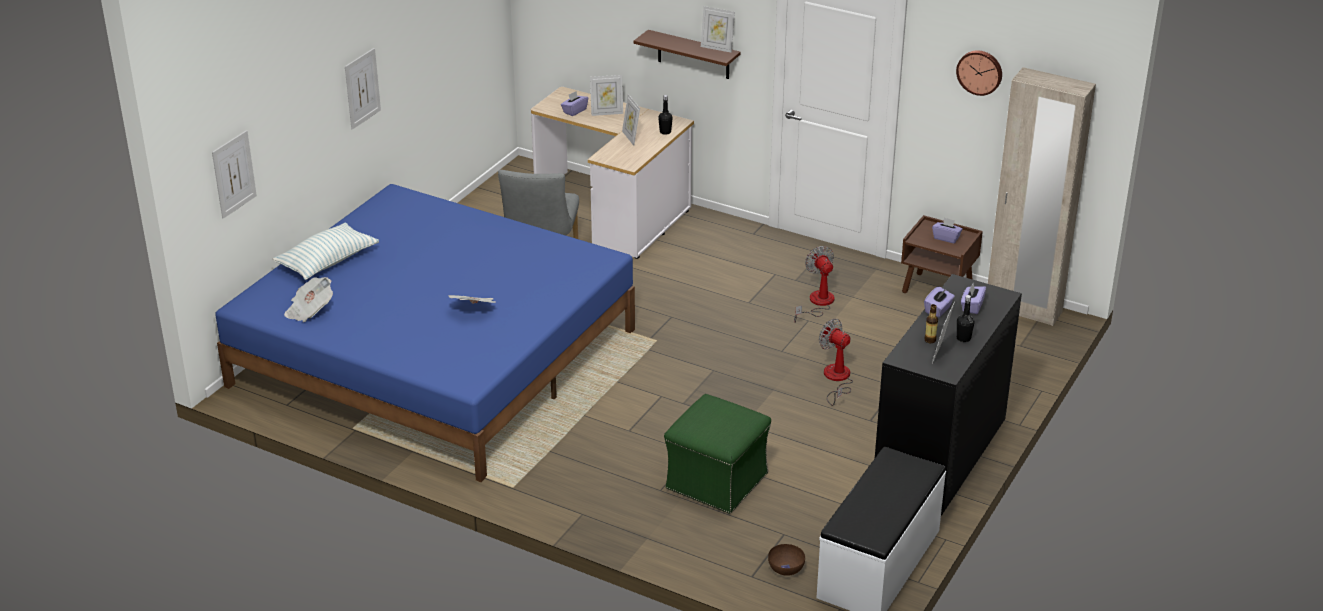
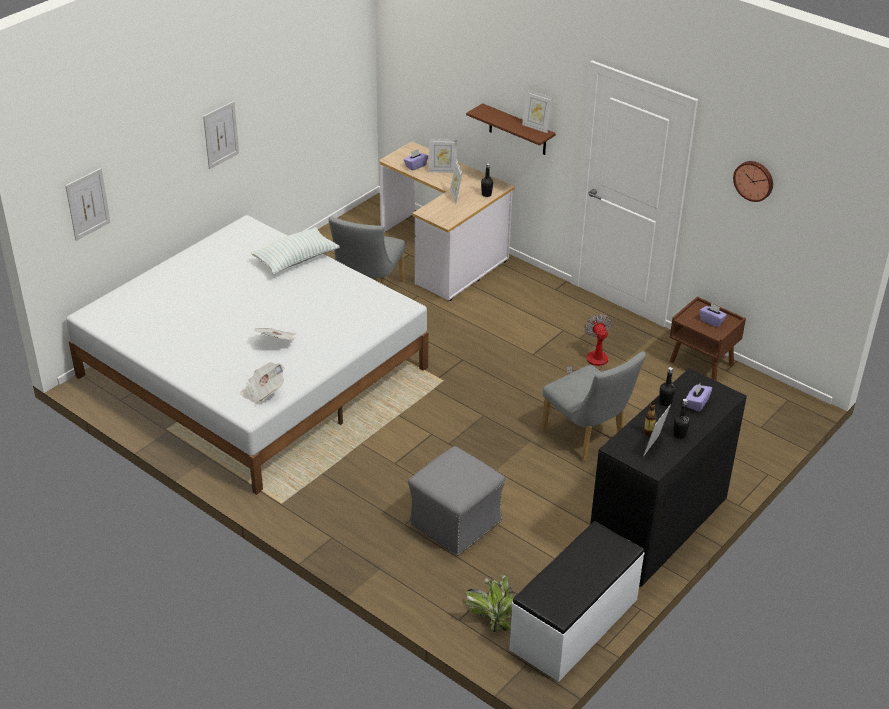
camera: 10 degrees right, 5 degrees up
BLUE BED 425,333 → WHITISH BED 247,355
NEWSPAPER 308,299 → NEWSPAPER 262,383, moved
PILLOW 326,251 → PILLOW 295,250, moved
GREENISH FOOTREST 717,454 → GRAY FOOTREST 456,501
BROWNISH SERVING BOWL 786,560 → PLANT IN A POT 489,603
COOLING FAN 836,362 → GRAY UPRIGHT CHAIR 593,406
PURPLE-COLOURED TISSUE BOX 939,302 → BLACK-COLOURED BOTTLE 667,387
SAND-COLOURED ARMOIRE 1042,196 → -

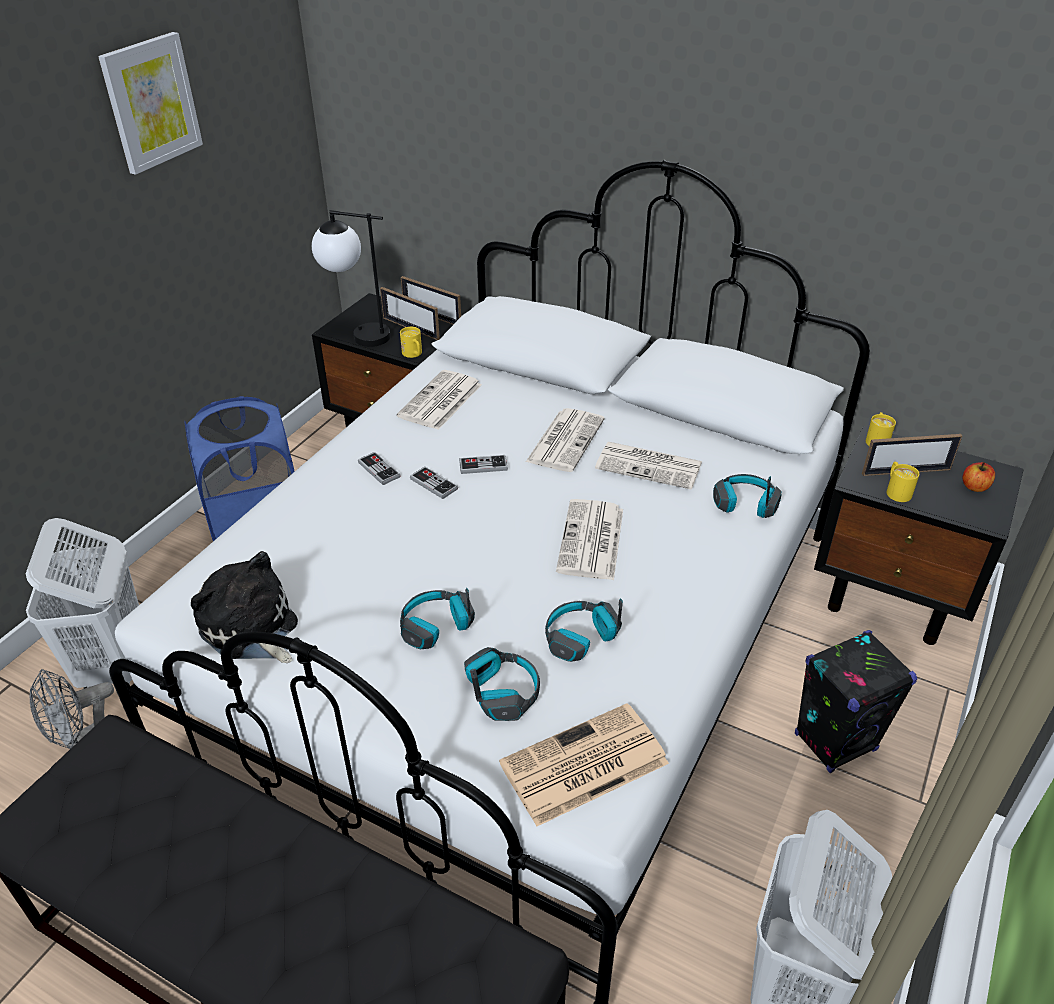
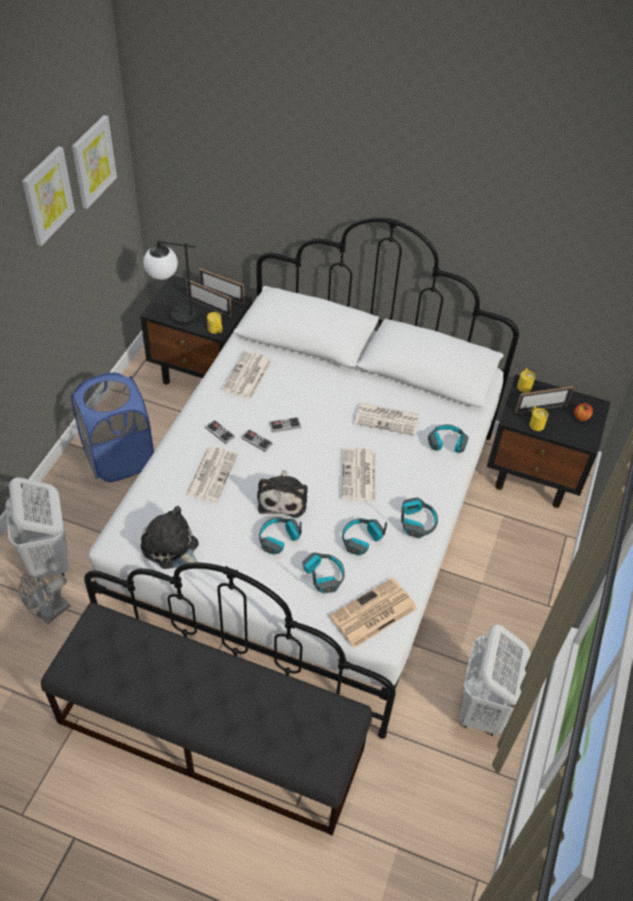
camera: 10 degrees left, 10 degrees up
- → PICTURE 94,162
NEWSPAPER 565,440 → NEWSPAPER 212,474, moved
- → SOFT TOY 282,494
- → PAIR OF HEADPHONES 419,518
BLACK-COLOURED SPEAKER 856,701 → -

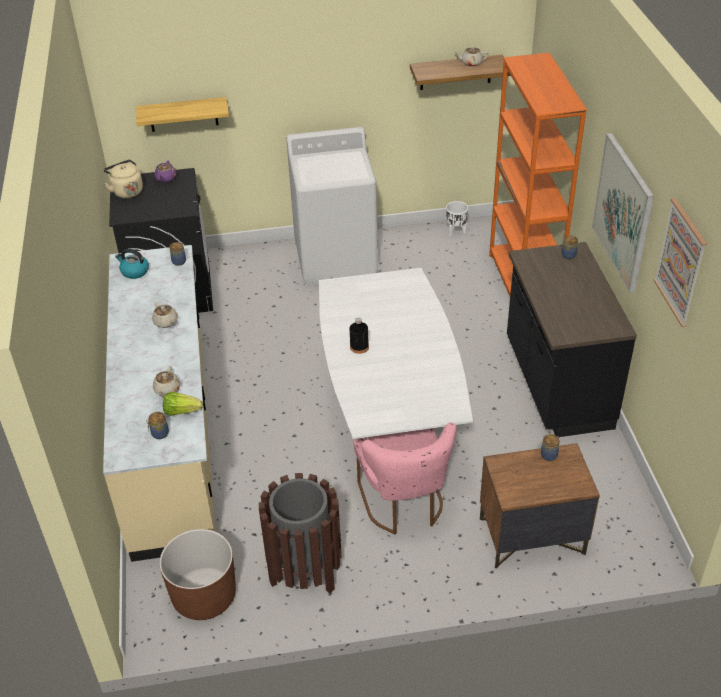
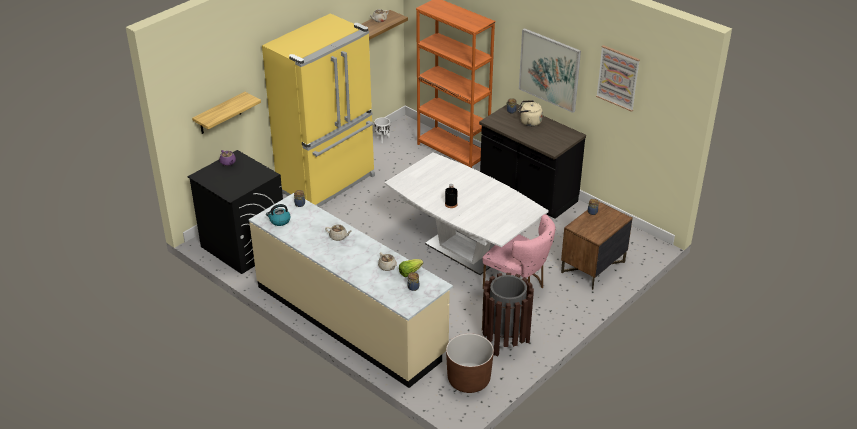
camera: 40 degrees left, 5 degrees down
WHITISH LAUNDRY MACHINE 332,206 → YELLOW-COLOURED FRIDGE 318,110
SAND-COLOURED KETTLE 123,178 → SAND-COLOURED KETTLE 530,113, moved

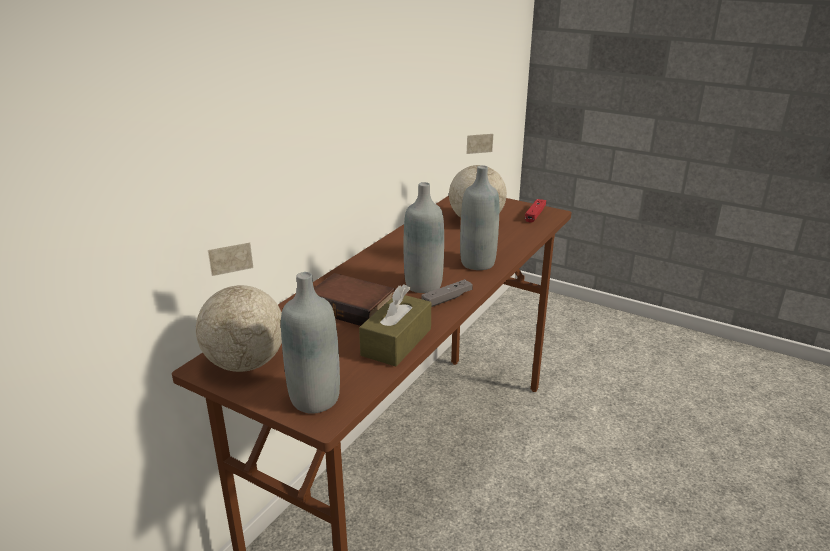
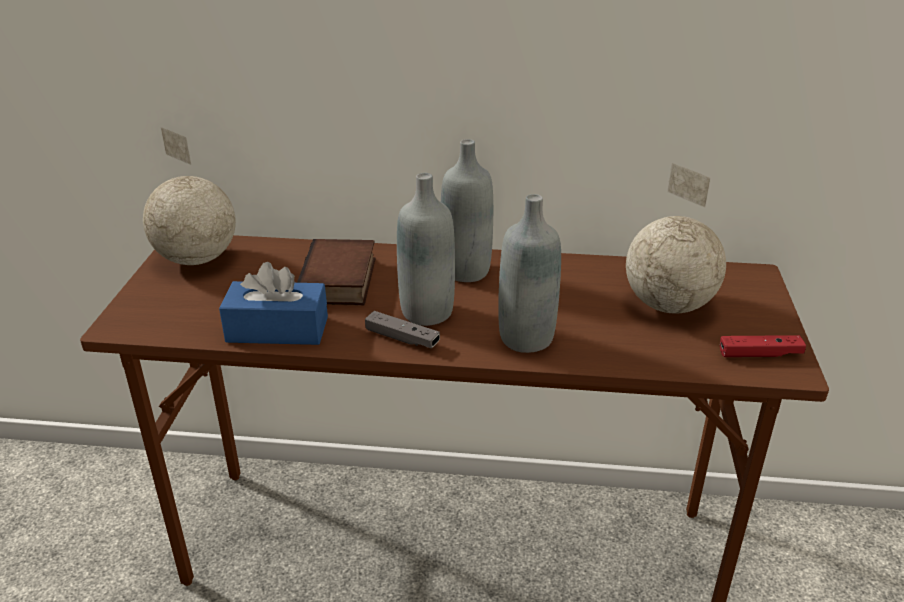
camera: 65 degrees right, 5 degrees up
BROWNISH TISSUE BOX 395,325 → BLUE TISSUE BOX 273,303
GRAY BOTTLE 310,343 → GRAY BOTTLE 467,210, moved

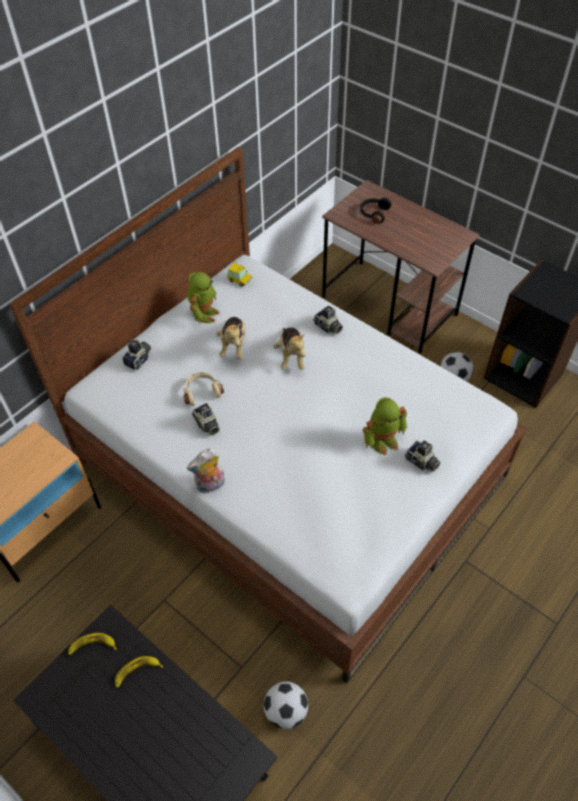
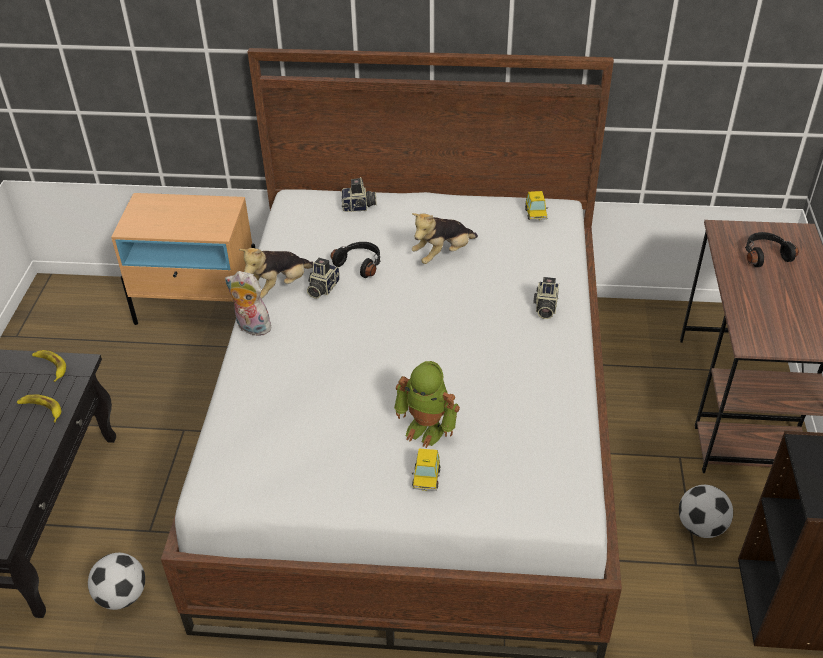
camera: 55 degrees right, 10 degrees down
SOFT TOY 289,348 → SOFT TOY 276,273, moved
SAND-COLOURED PAIR OF HEADPHONES 203,389 → BLACK-COLOURED PAIR OF HEADPHONES 355,260
PHOTO CAMERA 422,456 → MINIATURE CAR 426,469
MODEL ROBOT 203,298 → -

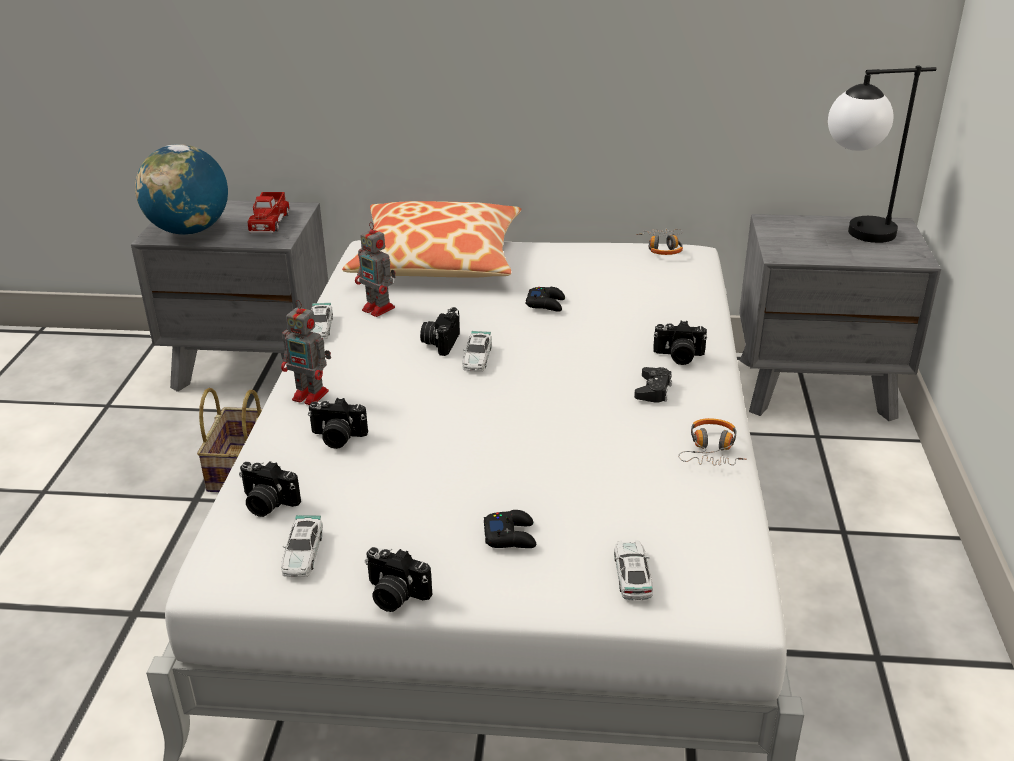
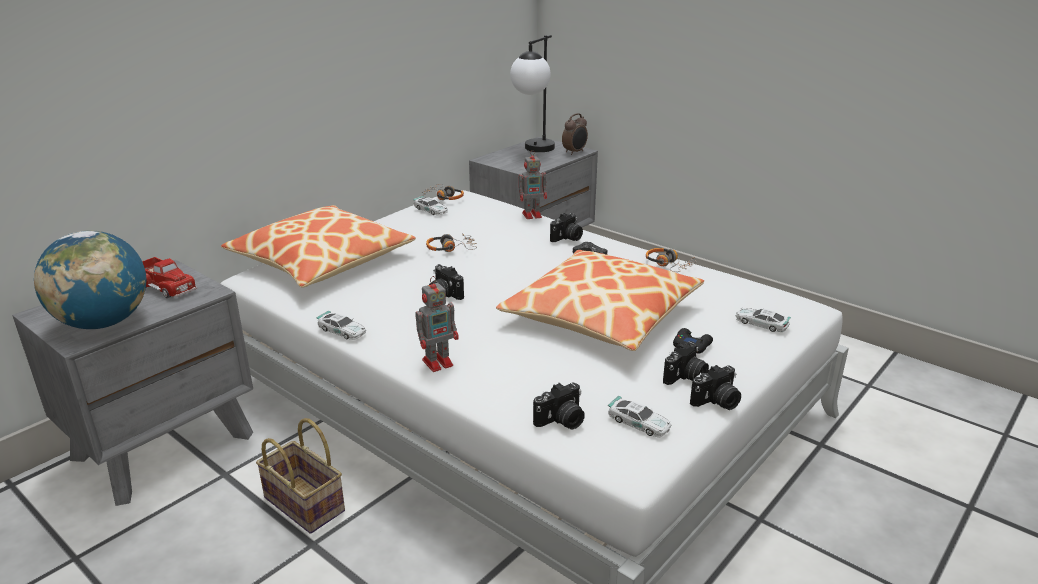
camera: 55 degrees left, 5 degrees down
MINIATURE CAR 477,351 → MINIATURE CAR 430,206, moved
BLACK-COLOURED JOYPAD 545,299 → PAIR OF HEADPHONES 451,242
- → PILLOW 600,300
MODEL ROBOT 375,269 → MODEL ROBOT 533,184, moved
- → BEDSIDE CLOCK 575,134
PHOTO CAMERA 338,423 → PHOTO CAMERA 686,363, moved

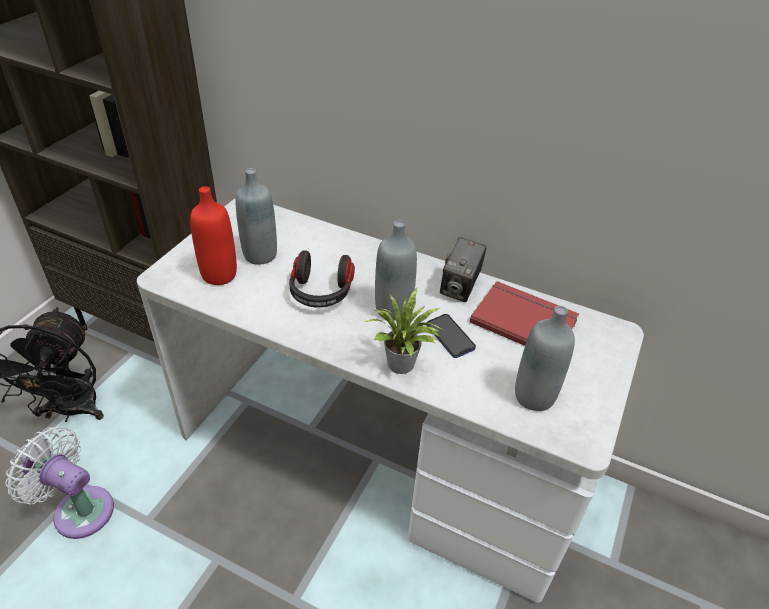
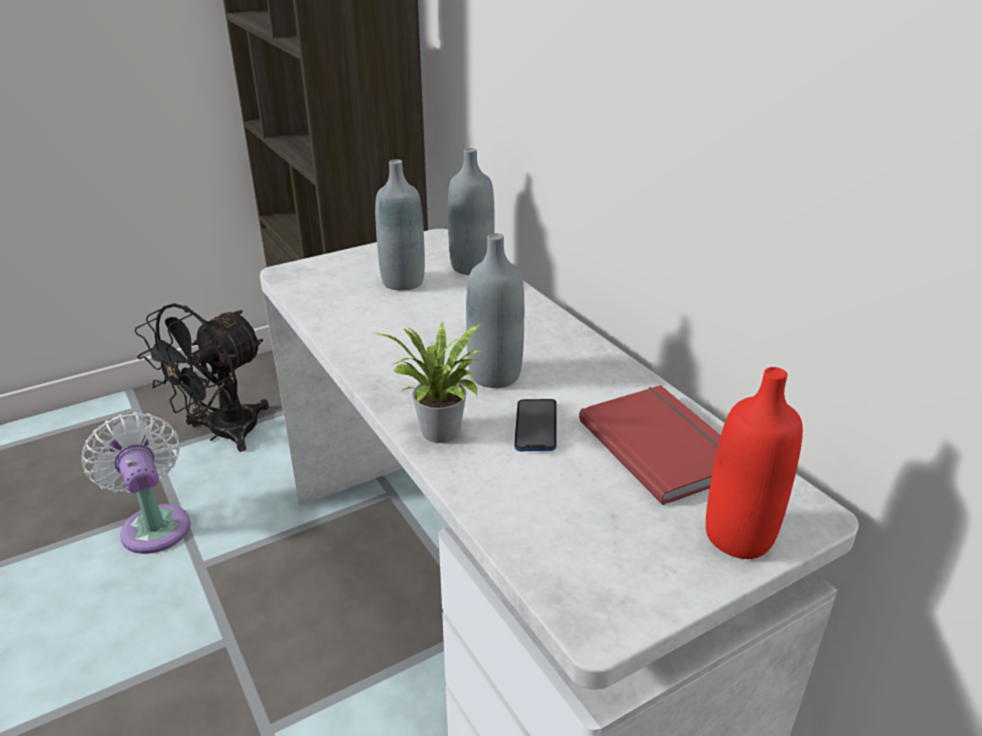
camera: 35 degrees right, 10 degrees down
GRAY BOTTLE 545,358 → GRAY BOTTLE 471,211, moved
RED-COLOURED BOTTLE 213,235 → RED-COLOURED BOTTLE 754,463, moved
PAIR OF HEADPHONES 322,279 → -
PHOTO CAMERA 463,269 → -

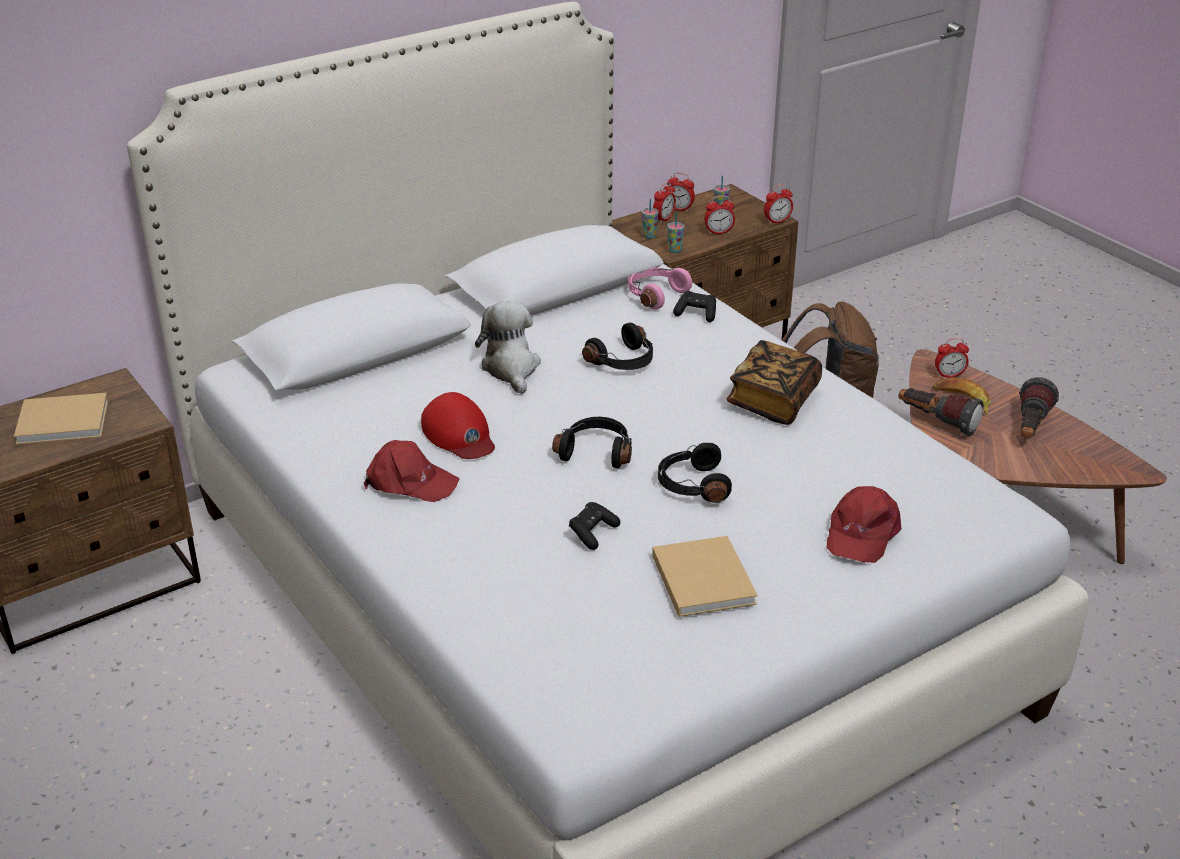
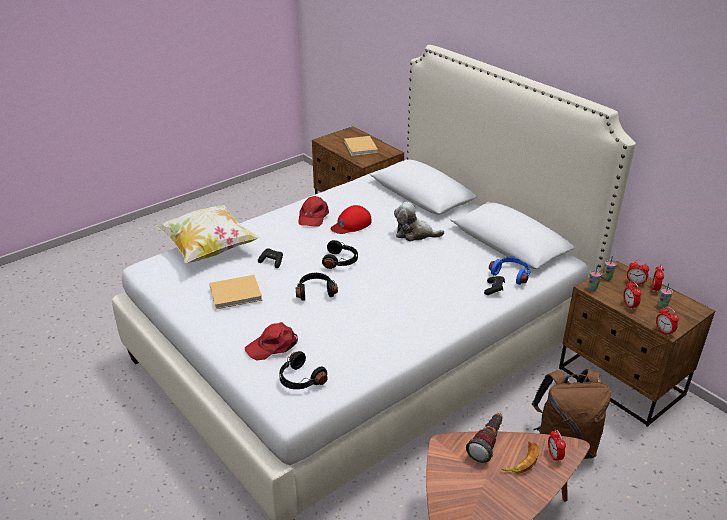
camera: 85 degrees right, 0 degrees up
- → PILLOW 207,234
RED-COLOURED PEAKED CAP 863,524 → RED-COLOURED PEAKED CAP 271,341, 45 degrees counterclockwise
BLACK-COLOURED PAIR OF HEADPHONES 617,346 → BLACK-COLOURED PAIR OF HEADPHONES 303,370, moved
SOFT TOY 508,348 → SOFT TOY 419,221, 150 degrees counterclockwise
PINKISH PAIR OF HEADPHONES 660,288 → BLUE PAIR OF HEADPHONES 510,271
BOUND BOOK 774,382 → -
HAND TORCH 1039,407 → -

